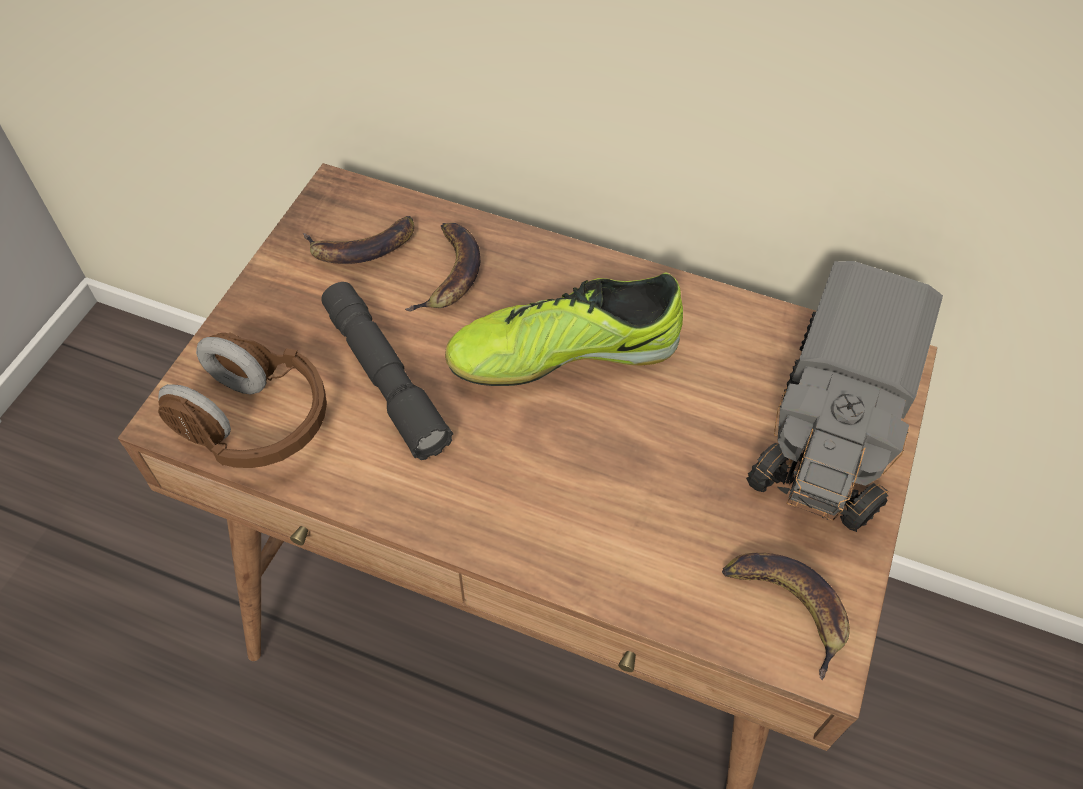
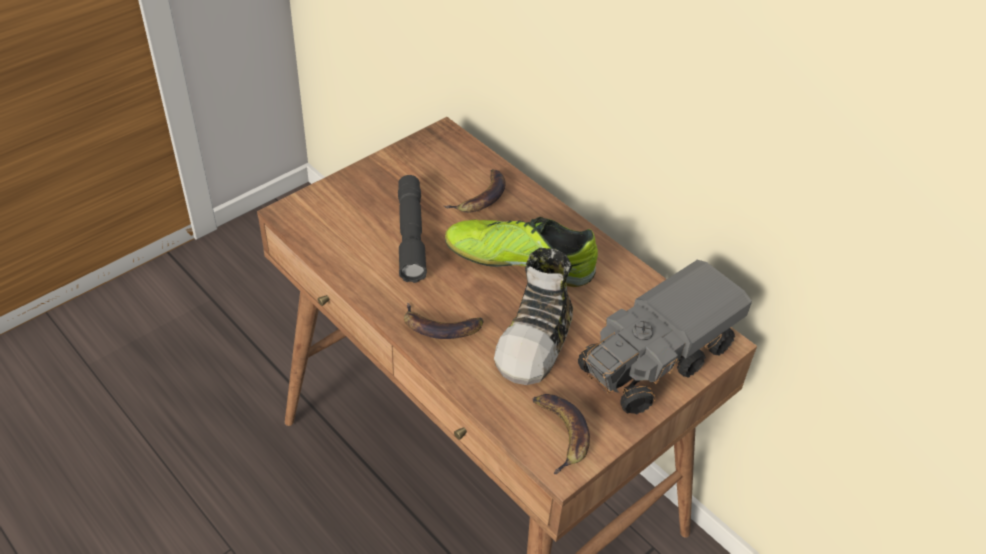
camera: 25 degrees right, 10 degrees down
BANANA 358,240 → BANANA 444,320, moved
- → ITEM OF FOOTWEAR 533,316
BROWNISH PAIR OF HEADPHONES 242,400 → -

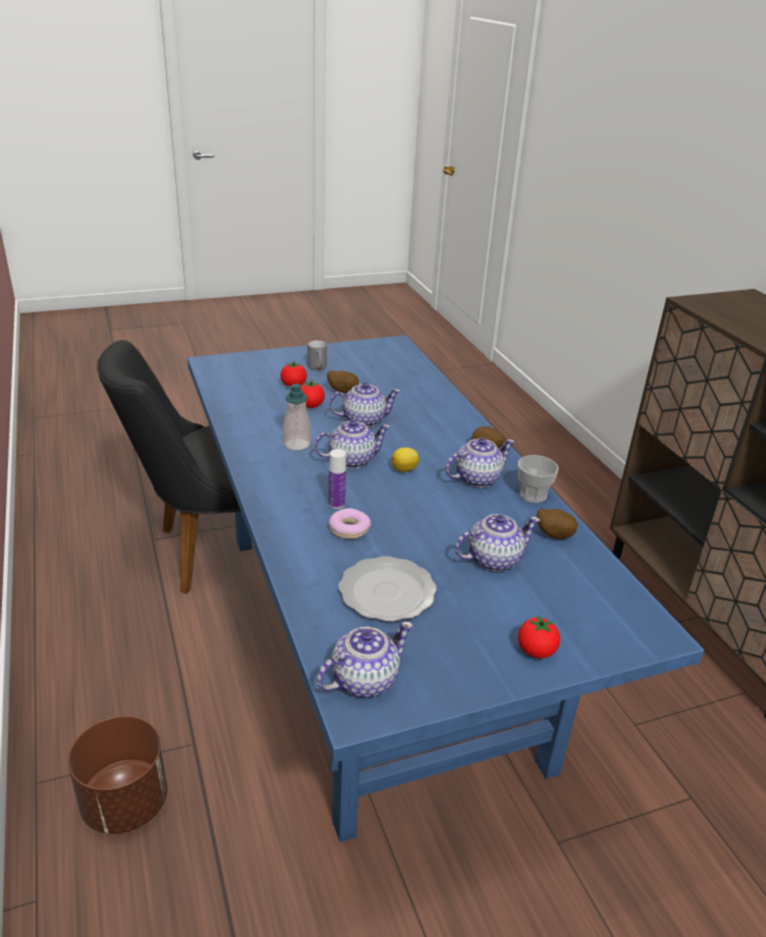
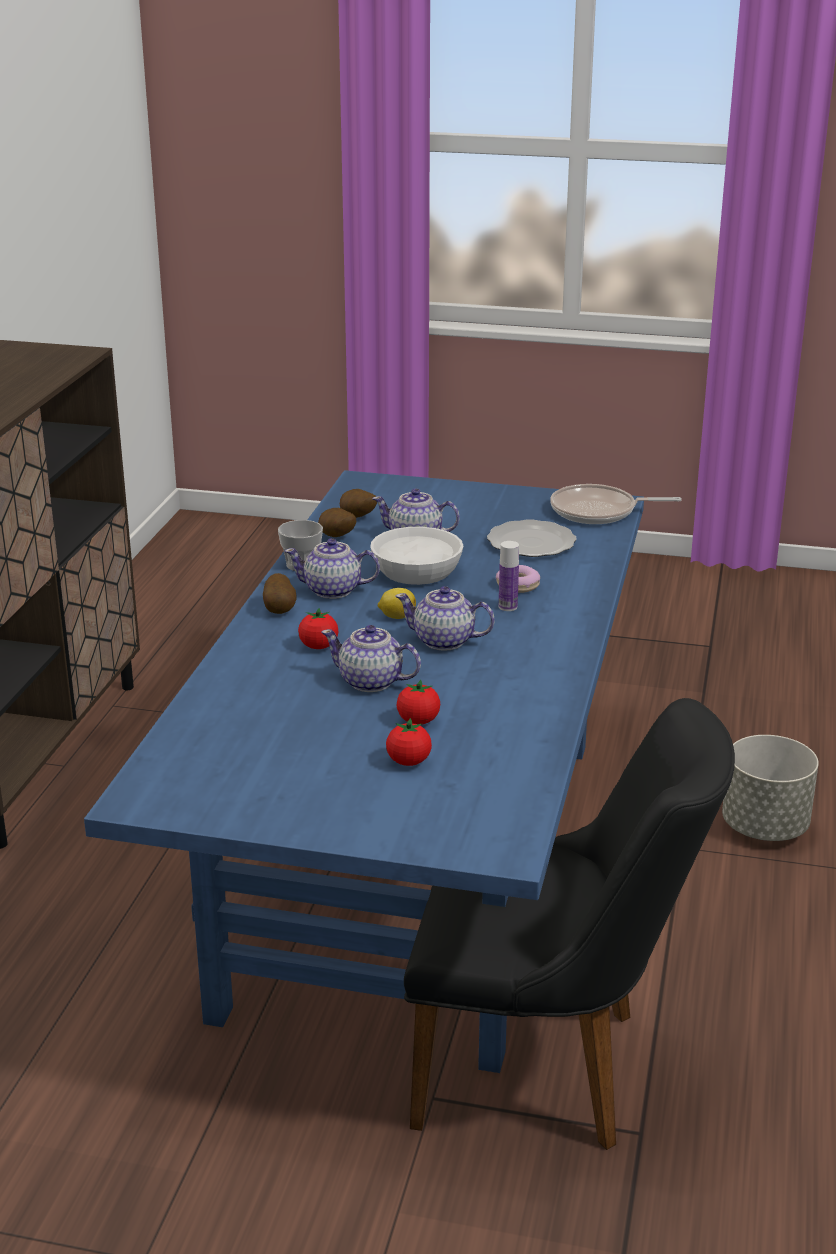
camera: 145 degrees left, 5 degrees down
FRESH TOMATO 539,636 → FRESH TOMATO 318,628, moved
WHOLE POTATO 343,381 → WHOLE POTATO 358,503, moved
- → WHITISH SERVING BOWL 416,556
POT FOR TEA 365,659 → PAN 616,504
BROWNISH FLOWER POT 118,775 → GRAY FLOWER POT 770,788
LIQUID SOAP BOTTLE 297,417 → -
GRAY COFFEE MUG 317,355 → -

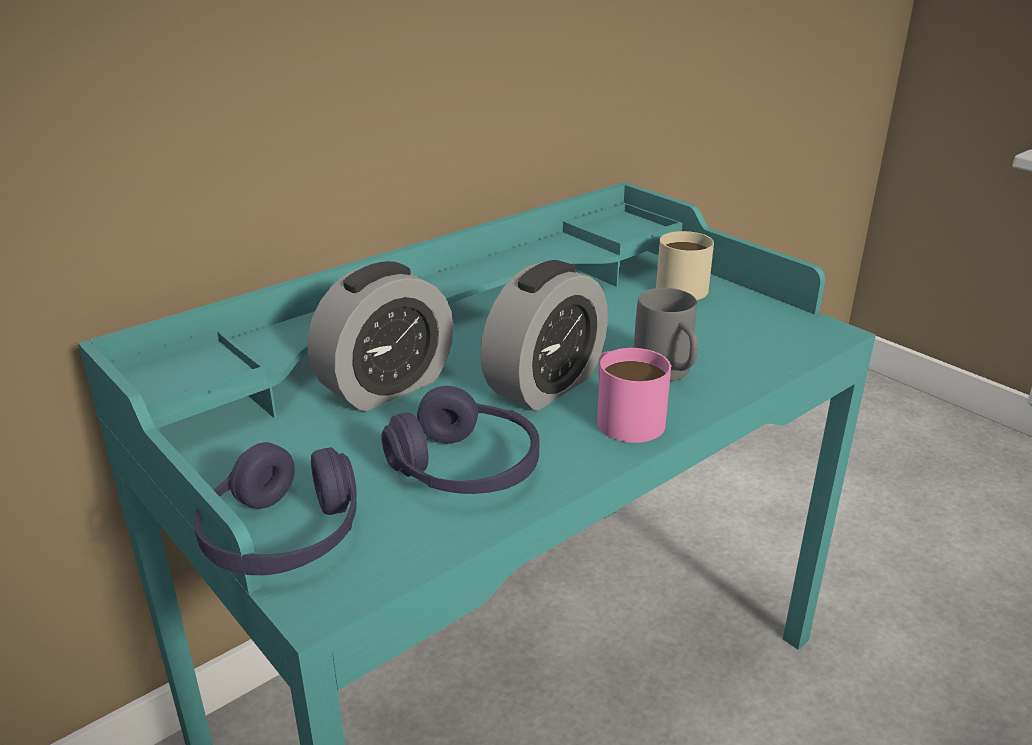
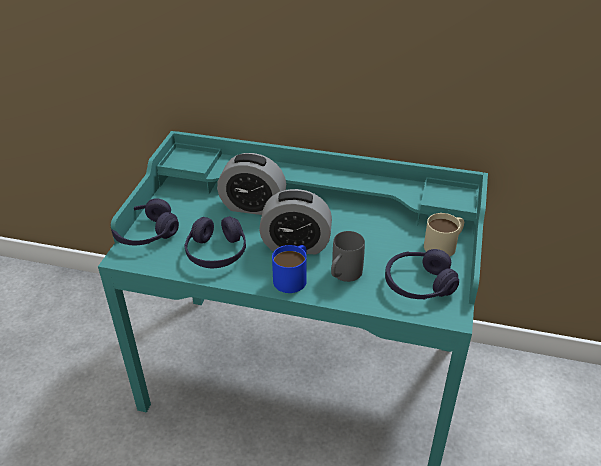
camera: 55 degrees right, 10 degrees up
PINKISH COFFEE MUG 634,395 → BLUE COFFEE MUG 289,269
- → PURPLE-COLOURED PAIR OF HEADPHONES 422,274

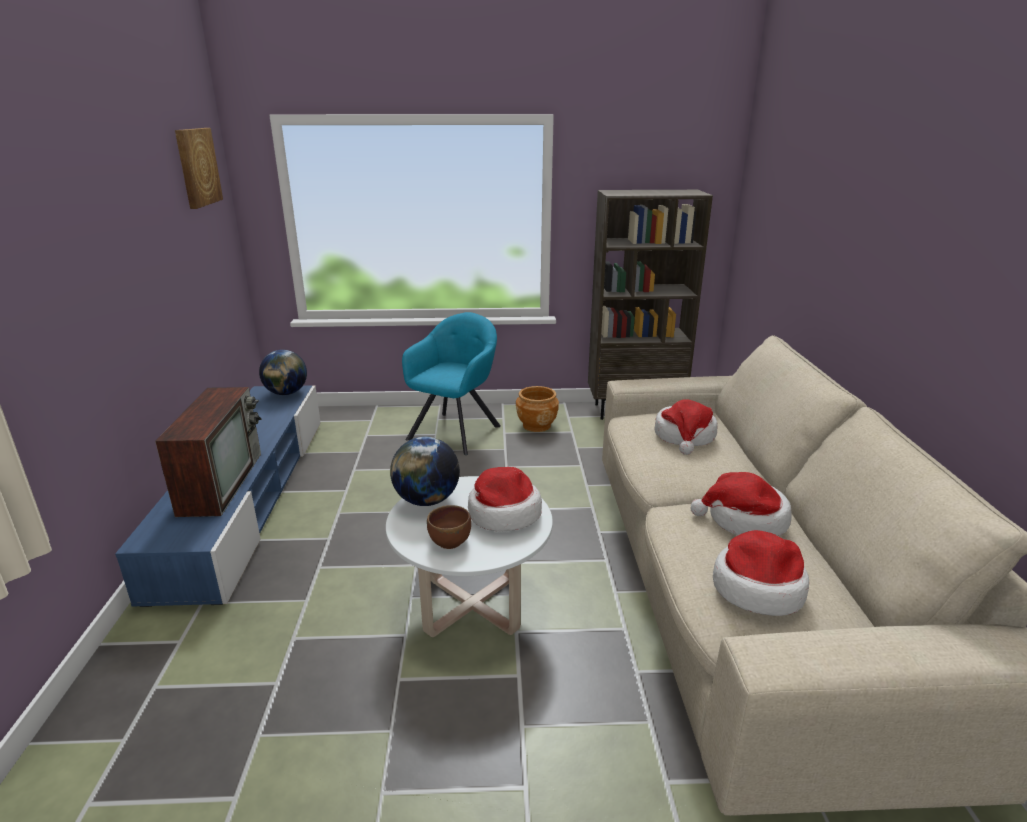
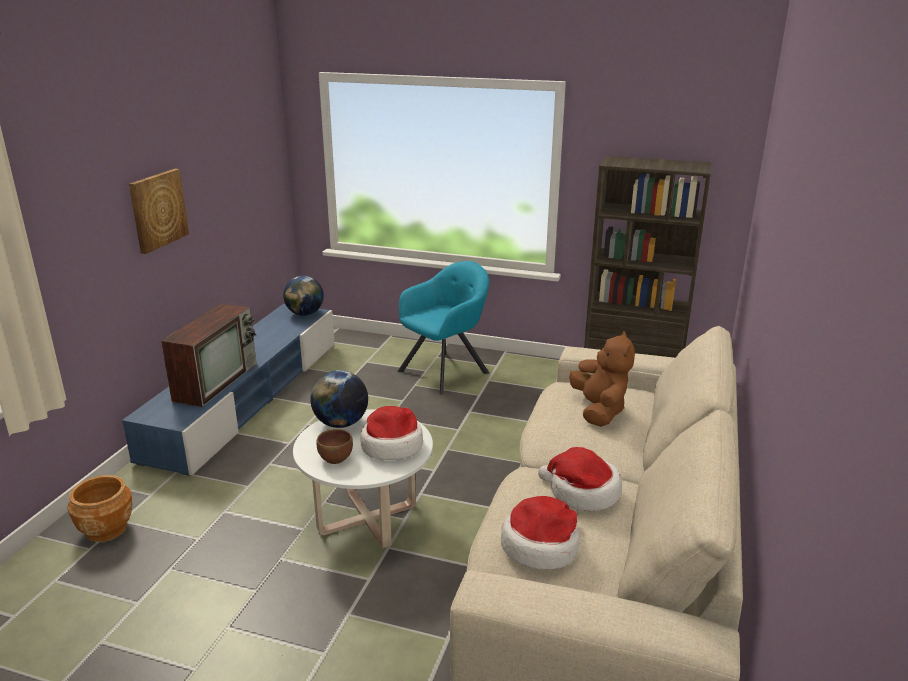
camera: 20 degrees right, 0 degrees up
BROWNISH FLOWER POT 537,409 → BROWNISH FLOWER POT 99,508, moved
PICTURE 199,168 → PICTURE 159,211, moved
WEARABLE HAT 685,427 → BROWNISH SOFT TOY 602,379

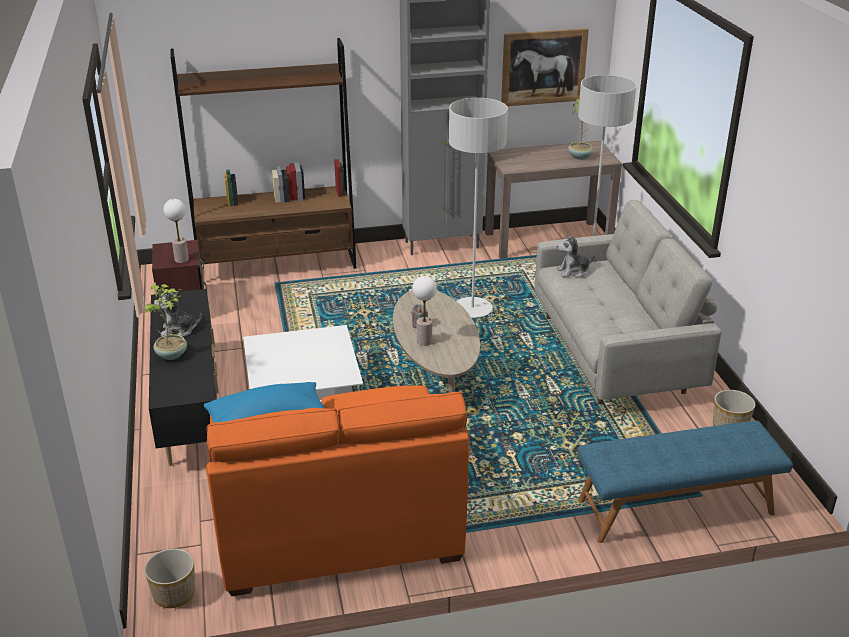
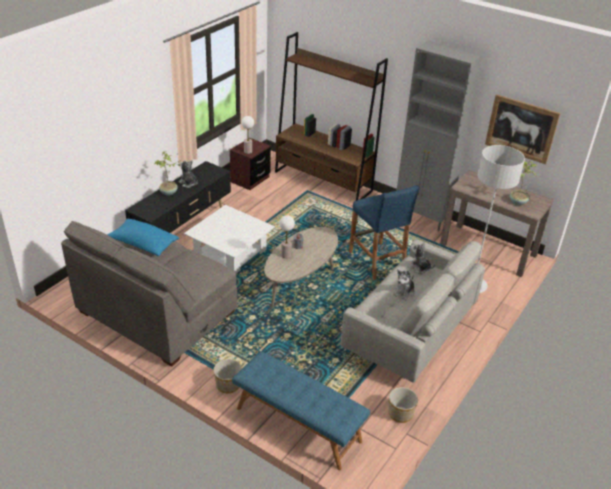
camera: 45 degrees right, 5 degrees up
ORANGE COUCH 337,491 → GRAY COUCH 149,294
FLOWER POT 169,578 → FLOWER POT 228,376, moved
GRAY STANDING LAMP 478,208 → BLUE STOOL 384,232
- → SOFT TOY 404,285

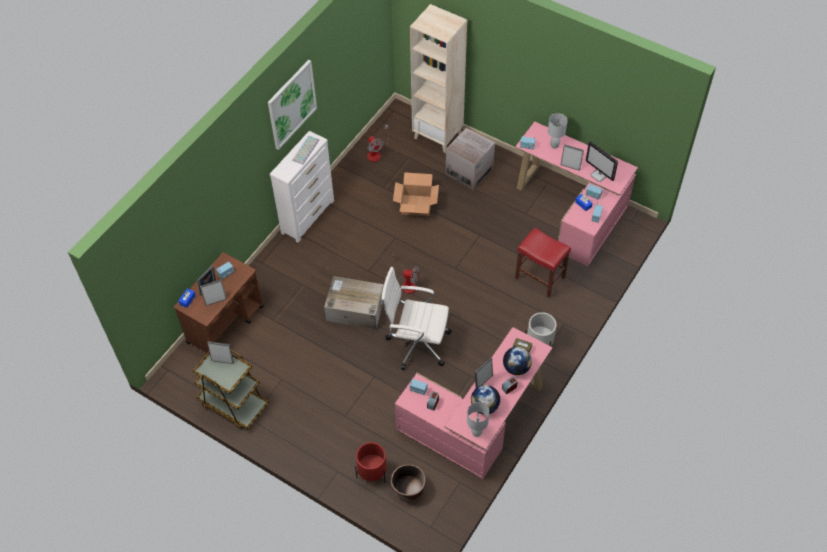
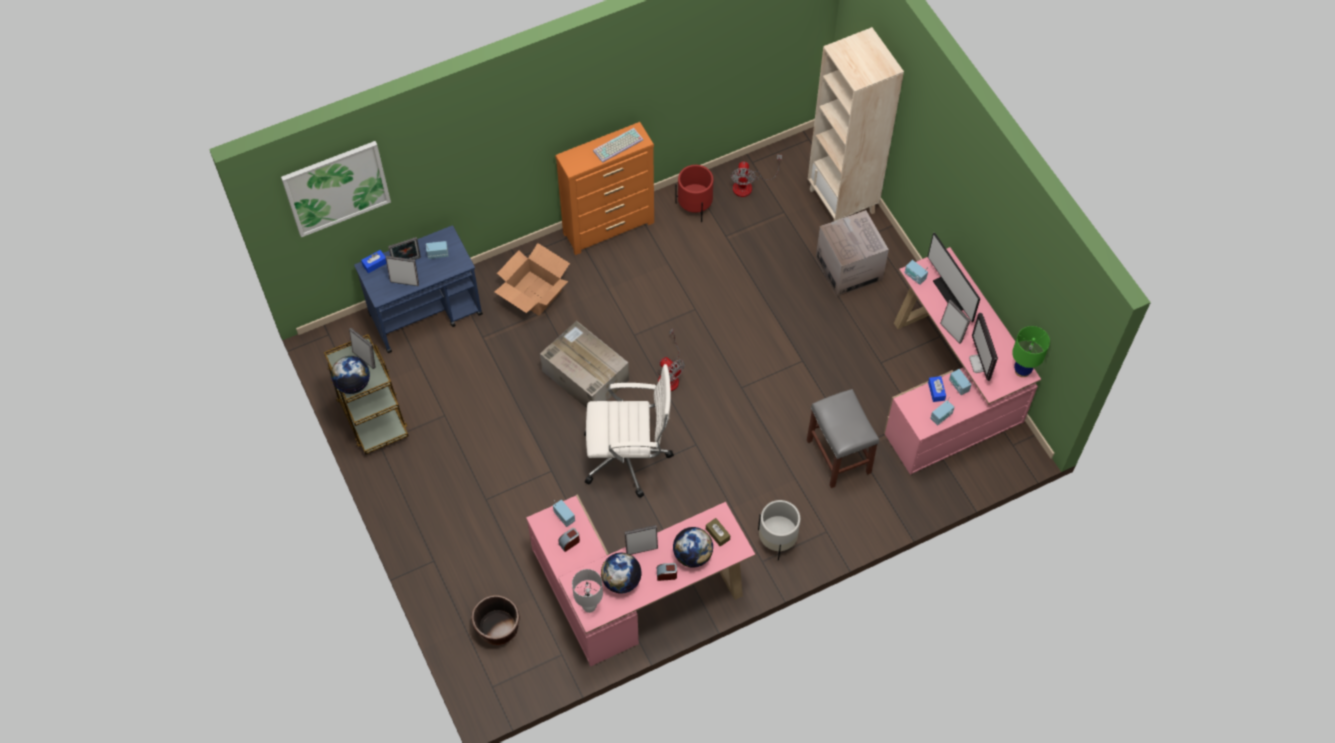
camera: 30 degrees right, 5 degrees up
PICTURE 292,105 → PICTURE 336,189, moved
- → WORLD GLOBE 350,375
BROWNISH CART 219,302 → BLUE CART 418,289
CARTON 416,194 → CARTON 532,279, moved
WHITISH DRESSER 302,187 → ORANGE DRESSER 604,188
WHITISH DESK CHAIR 416,318 → WHITISH DESK CHAIR 629,431, 135 degrees clockwise
RED-COLOURED FLOWER POT 371,462 → RED-COLOURED FLOWER POT 694,193, moved
RED-COLOURED STOOL 543,263 → GRAY STOOL 843,438
WHITISH TABLETOP LAMP 557,131 → COMPUTER SCREEN 954,277
- → GREENISH TABLETOP LAMP 1031,351

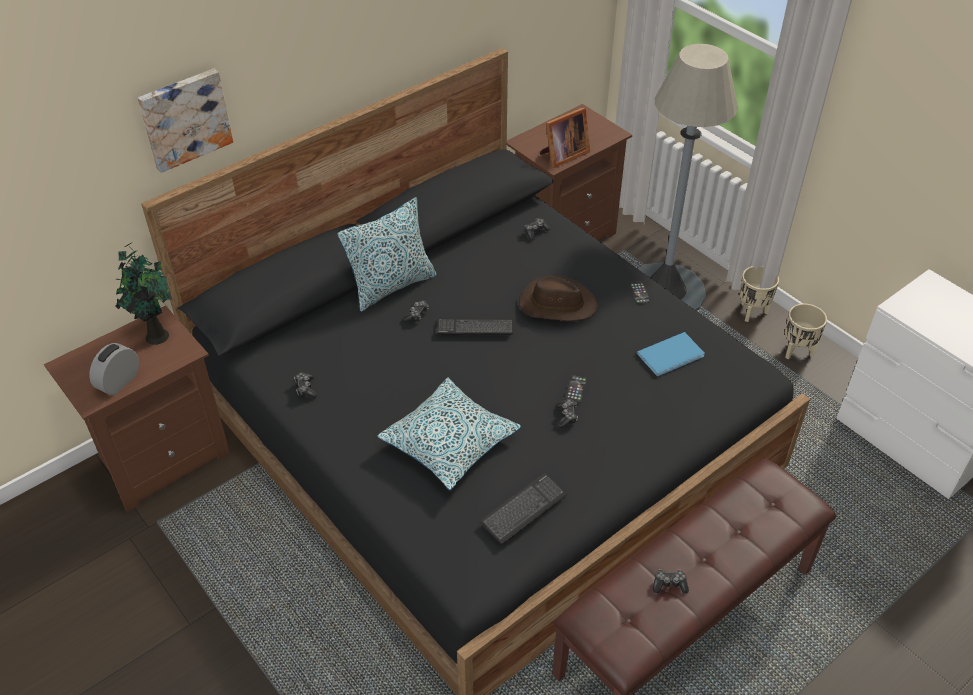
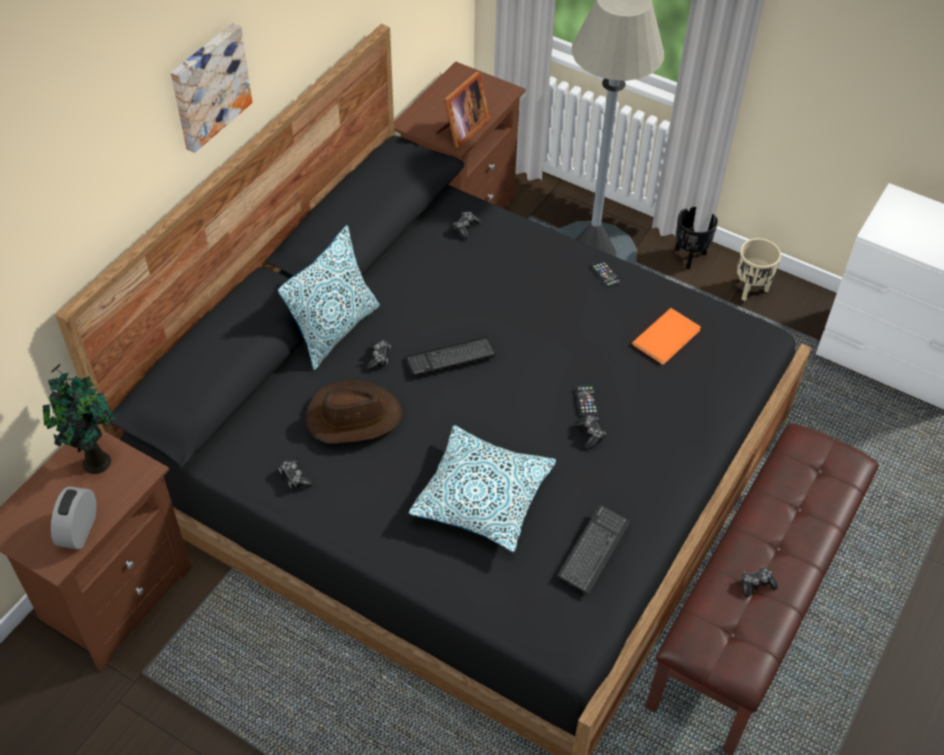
camera: 20 degrees left, 5 degrees up
PICTURE 185,121 → PICTURE 211,88, moved
BROWNISH WEARABLE HAT 558,298 → BROWNISH WEARABLE HAT 354,412, moved
BLUE BOUND BOOK 671,354 → ORANGE BOUND BOOK 666,336
SAND-COLOURED FLOWER POT 759,294 → BLACK-COLOURED FLOWER POT 696,238

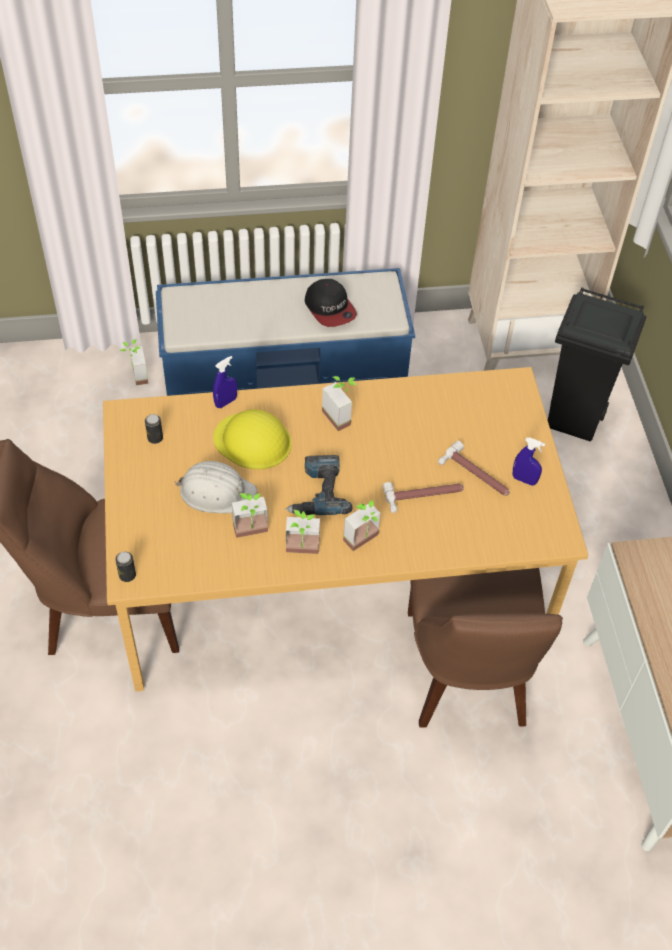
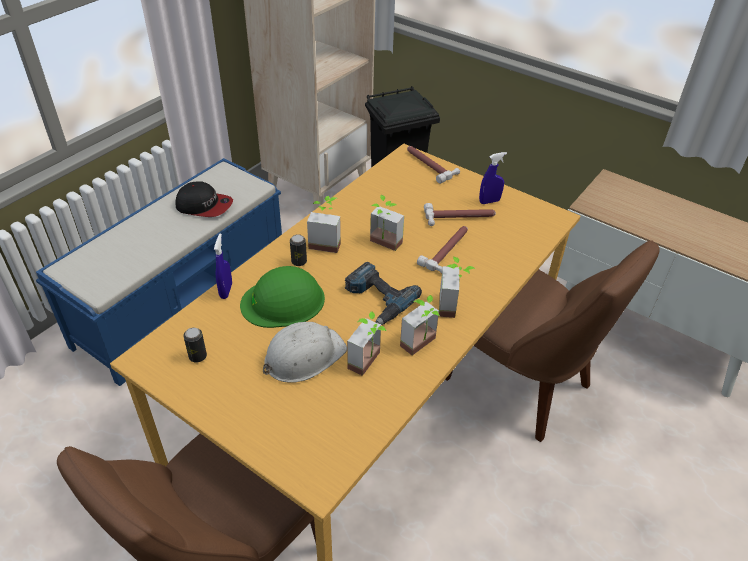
camera: 45 degrees left, 10 degrees down
YELLOW-COLOURED WORK HELMET 252,439 → GREENISH WORK HELMET 282,297
CAN 125,567 → CAN 298,250, moved
PLANT IN A POT 134,362 → PLANT IN A POT 387,223, moved
- → HAMMER 433,165

